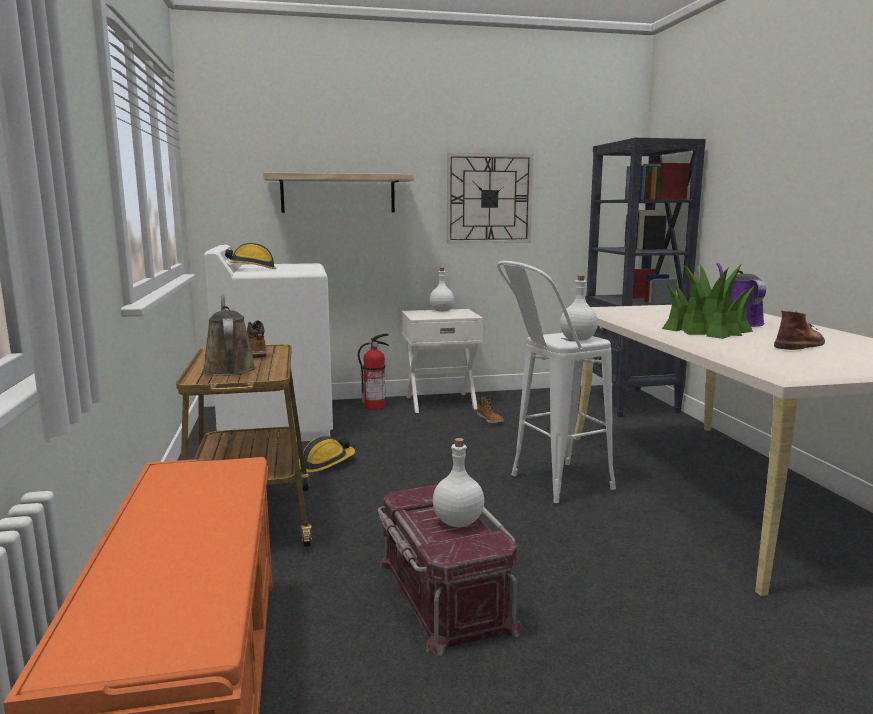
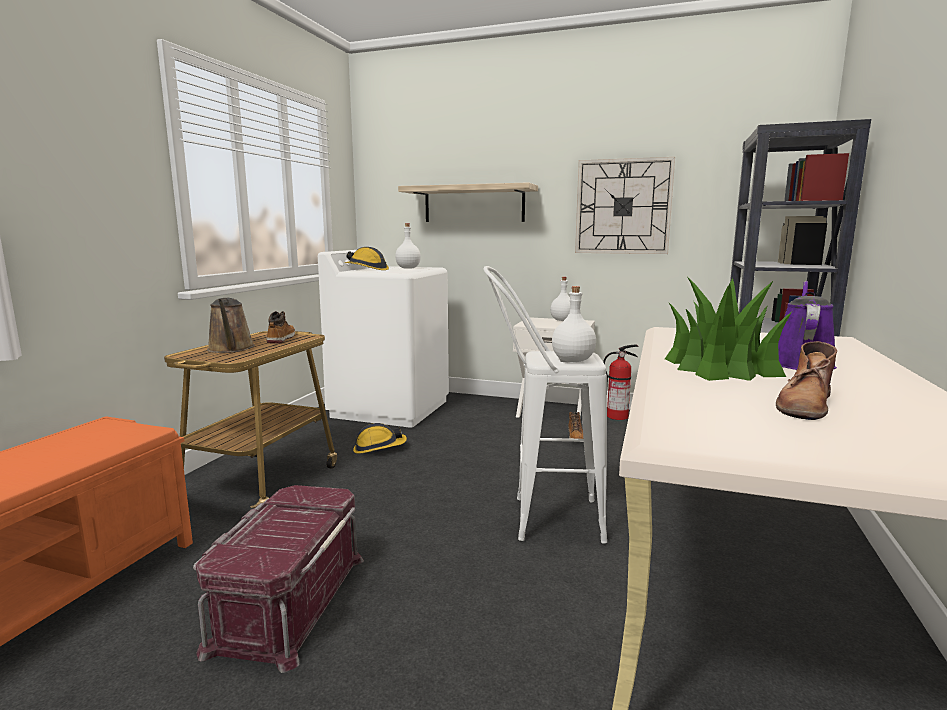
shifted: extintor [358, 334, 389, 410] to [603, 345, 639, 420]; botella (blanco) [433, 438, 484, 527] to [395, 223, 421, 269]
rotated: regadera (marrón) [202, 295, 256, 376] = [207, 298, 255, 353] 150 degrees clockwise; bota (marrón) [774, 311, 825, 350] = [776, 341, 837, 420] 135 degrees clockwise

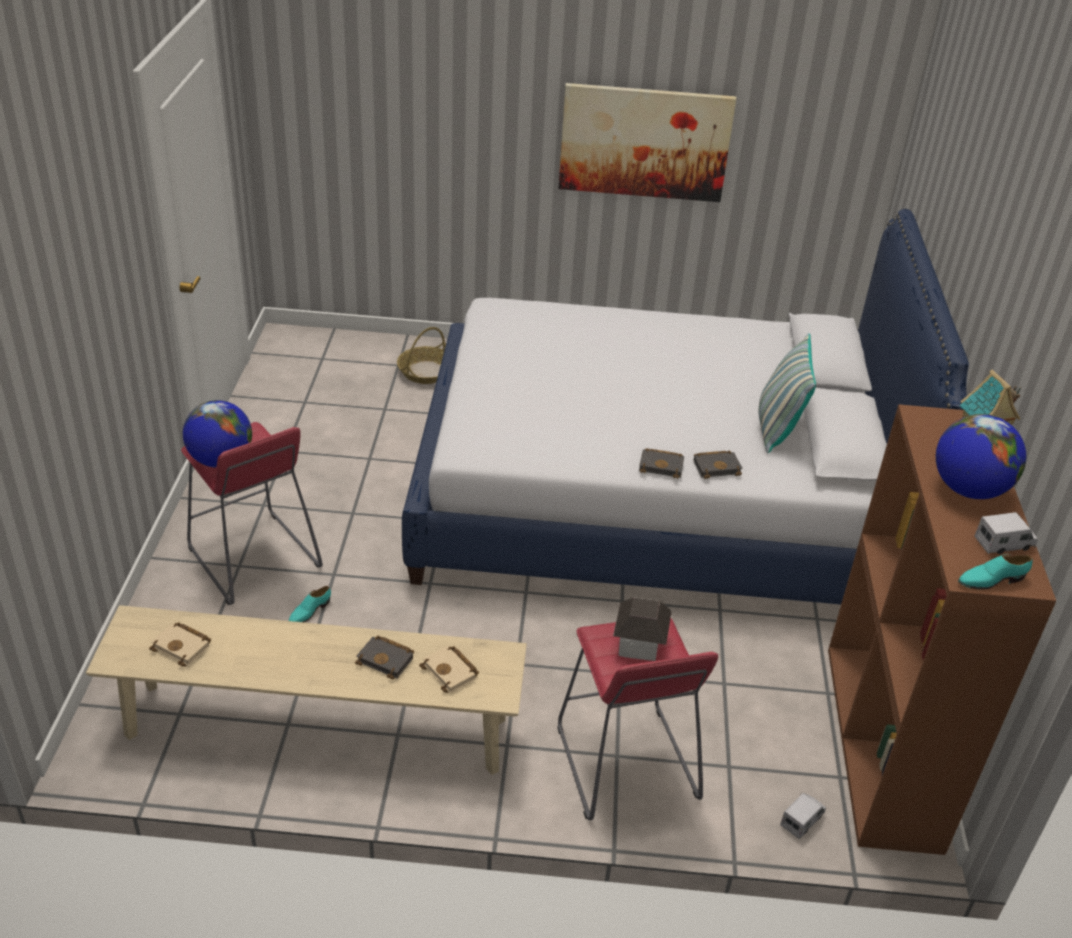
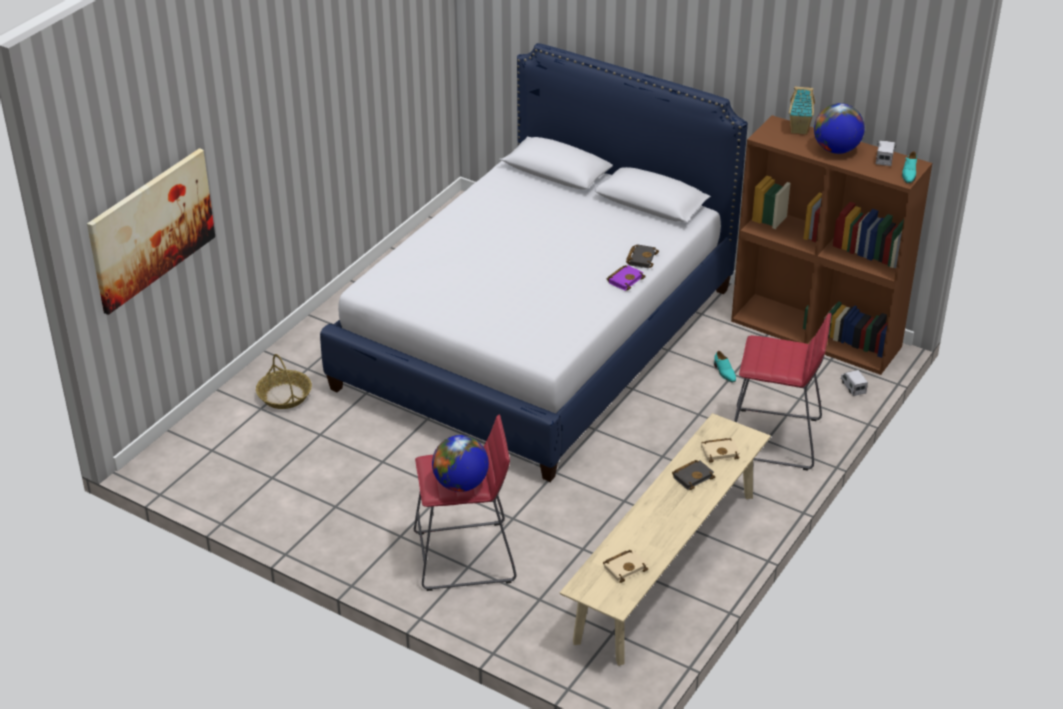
gone: casita [613, 597, 672, 661]; cojín [758, 333, 816, 453]
shifted: zapato (turquesa) [289, 586, 331, 622] to [714, 351, 736, 383]; cuadro [558, 83, 736, 202] to [87, 148, 215, 315]
repainted: libro (negro) [639, 448, 684, 479] to libro (morado) [607, 265, 646, 291]

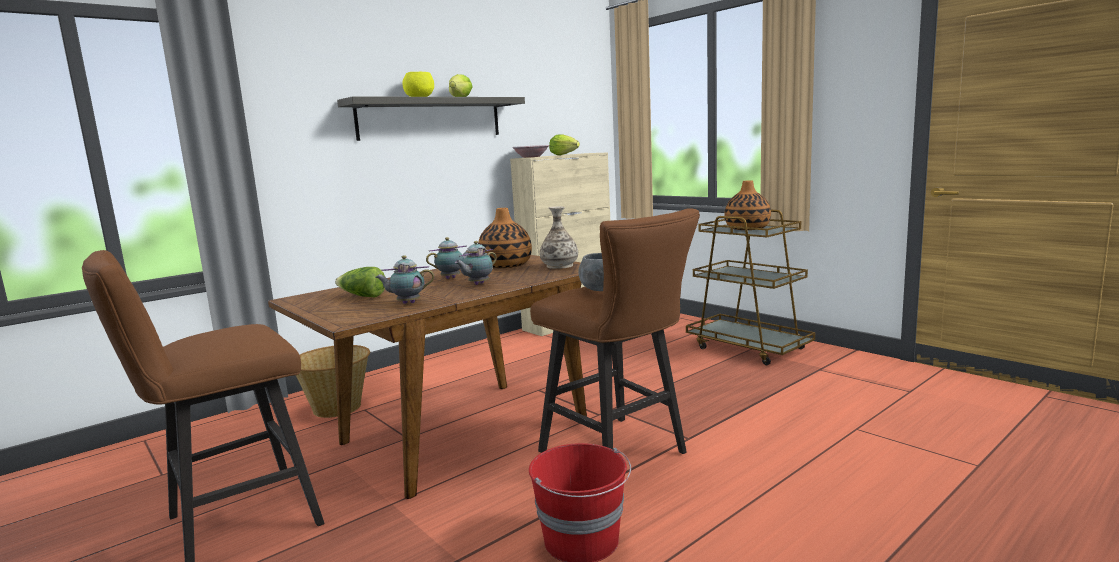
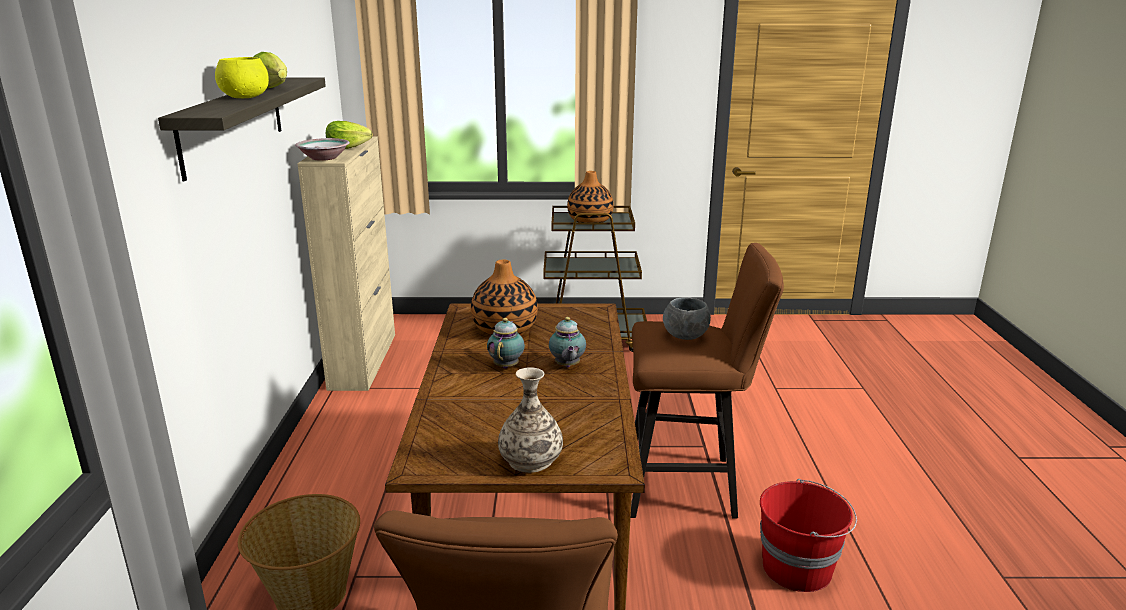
gone: lechuga [335, 267, 385, 297]; tetera [376, 255, 435, 304]
shifted: florero [540, 207, 578, 269] to [498, 367, 563, 473]

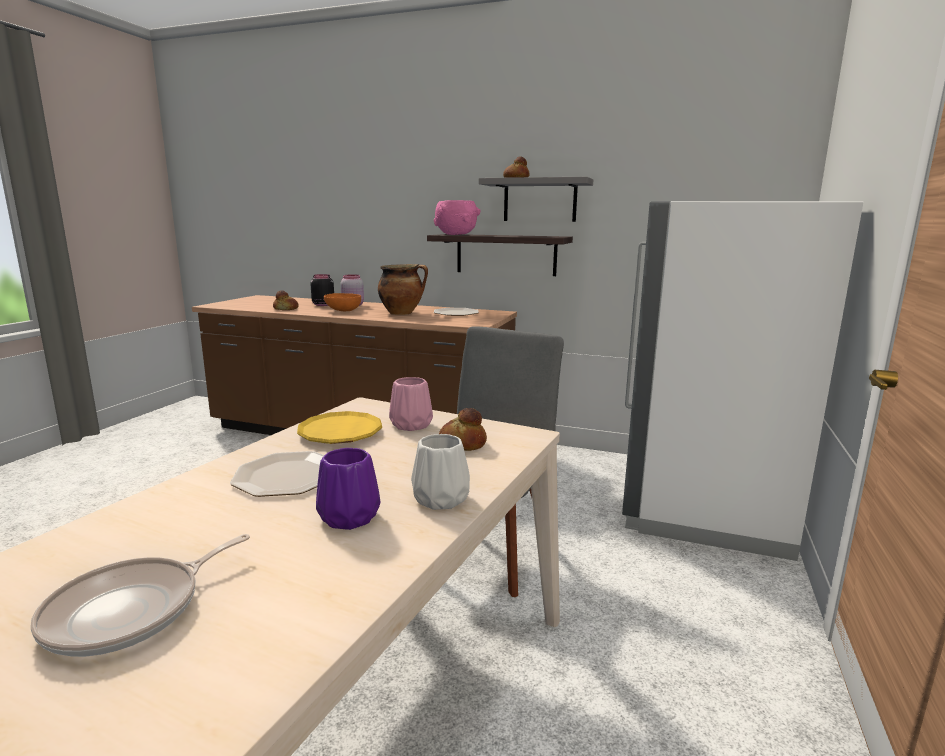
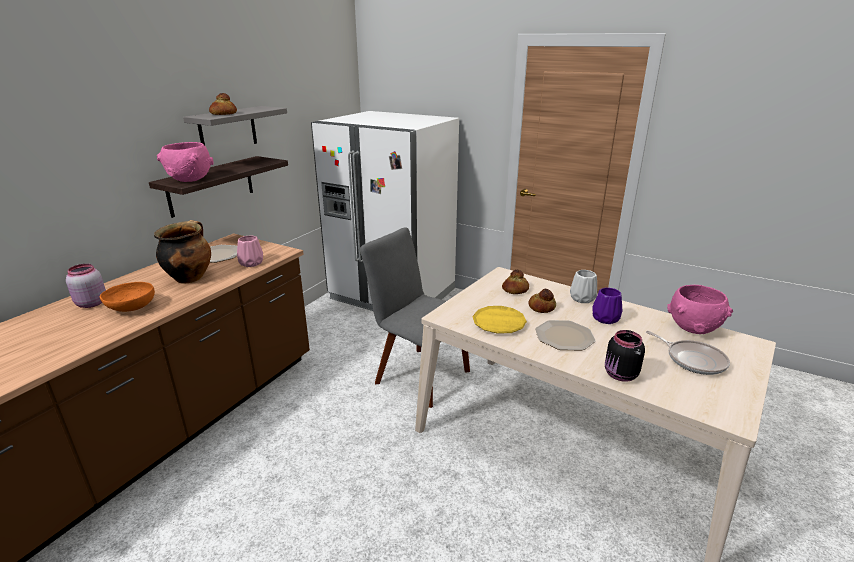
new: cuenco (rosa) [667, 285, 733, 334]
shifted: pan [273, 290, 299, 310] to [529, 289, 556, 313]; tarro (negro) [311, 274, 334, 306] to [605, 330, 645, 382]; florero (rosa) [389, 377, 433, 431] to [237, 235, 263, 267]

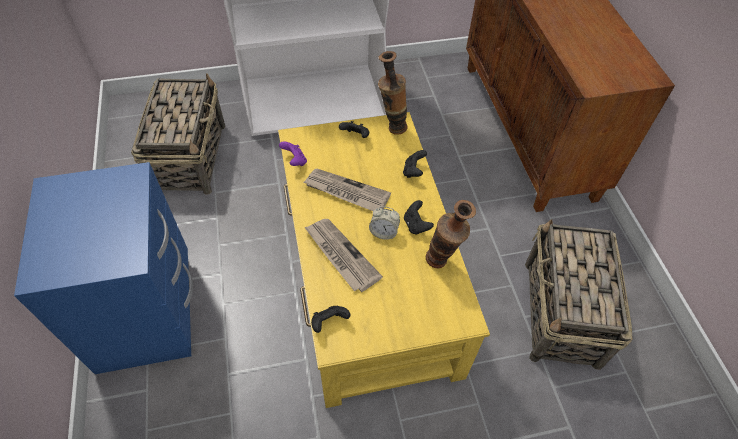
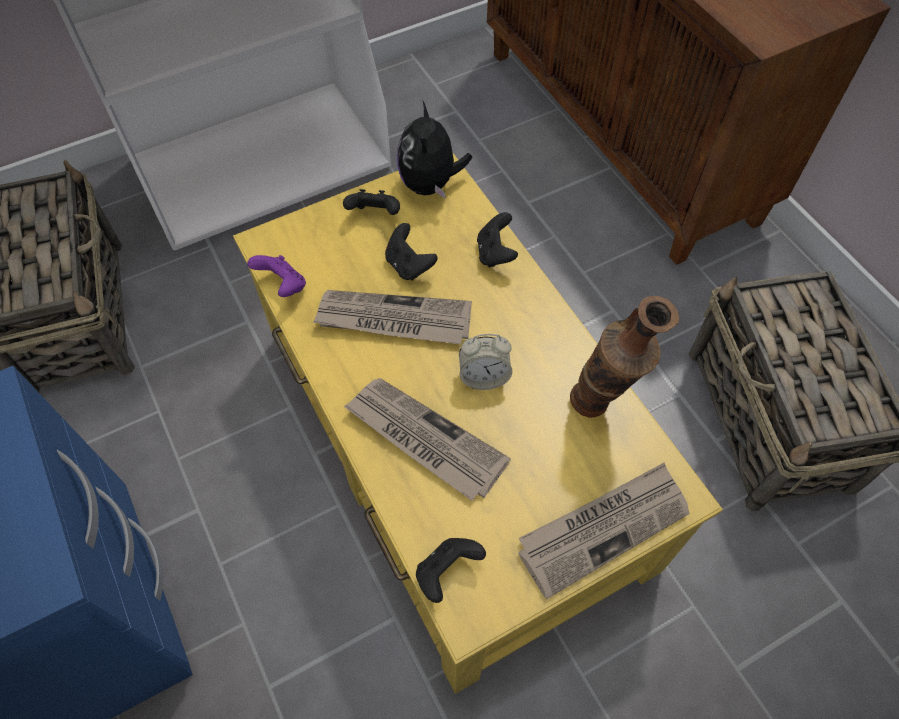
new: periódico [518, 462, 690, 599]
shifted: mando de consola (negro) [404, 200, 434, 235] to [385, 223, 437, 281]
swapped: florero [378, 51, 408, 135] to peluche [397, 101, 472, 198]

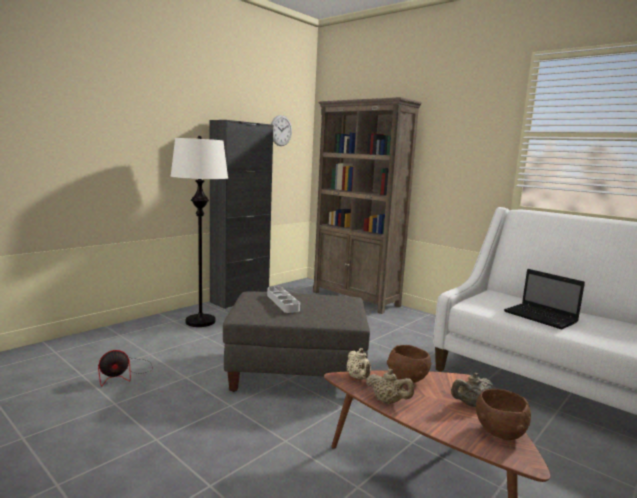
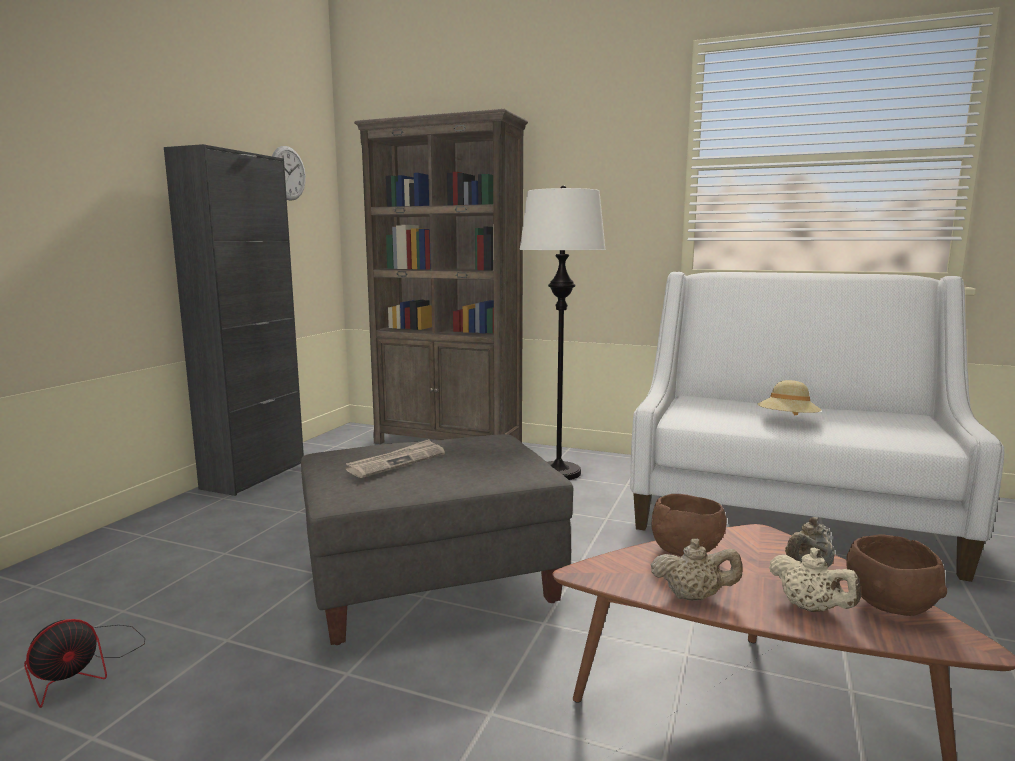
shifted: lámpara de pie (blanco) [171, 136, 228, 327] to [519, 185, 606, 480]; tetera (beis) [347, 348, 371, 379] to [769, 548, 861, 612]
swapped: bandeja (gris) [267, 287, 300, 313] to periódico [346, 439, 445, 478]; portátil [504, 269, 585, 329] to sombrero (beis) [758, 380, 821, 416]

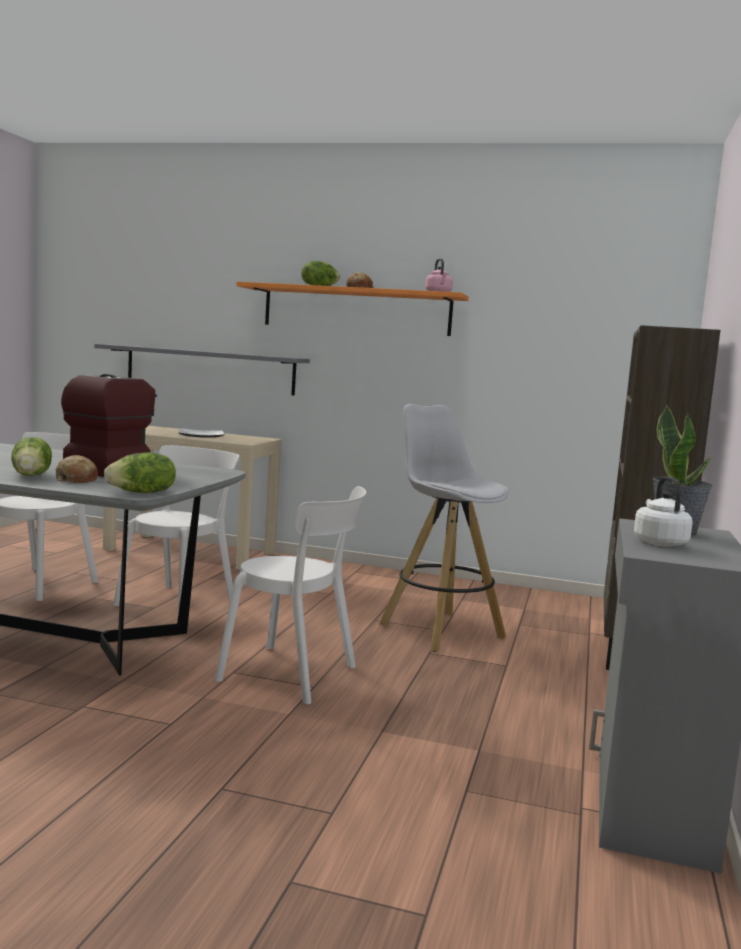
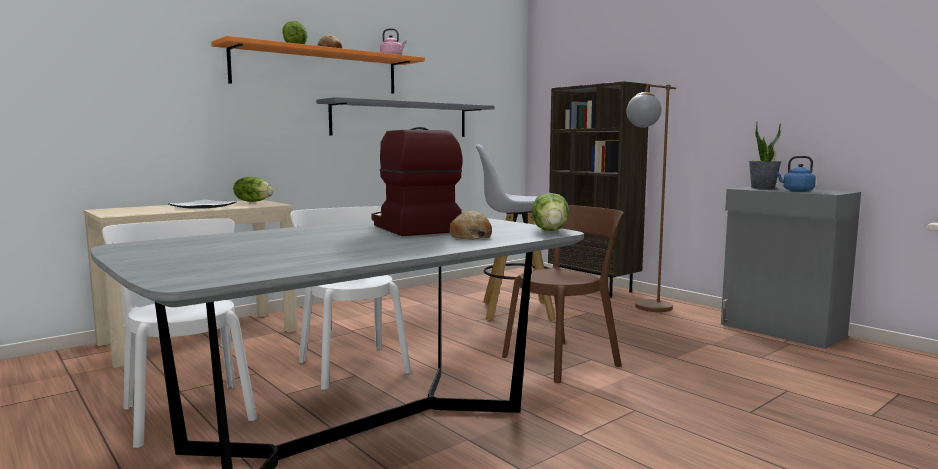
new: lámpara de pie (marrón) [627, 84, 676, 312]
shifted: lechuga [11, 437, 52, 476] to [233, 177, 274, 202]; estante (gris) [94, 344, 310, 396] to [316, 97, 495, 137]
repainted: silla (blanco) [215, 486, 366, 704] to silla (marrón) [502, 205, 624, 383]; hervidor (blanco) [634, 476, 693, 547] to hervidor (azul) [775, 156, 816, 192]

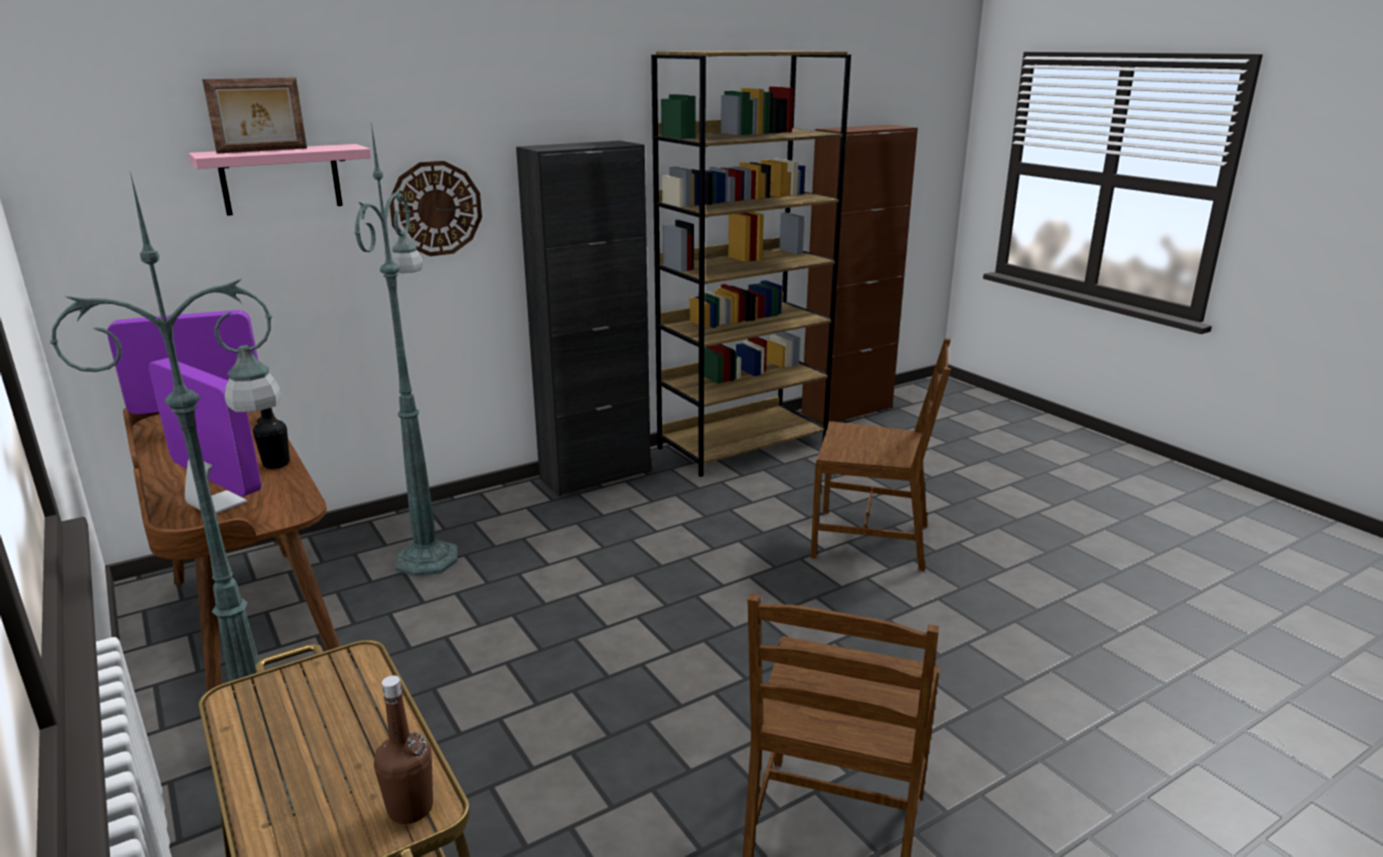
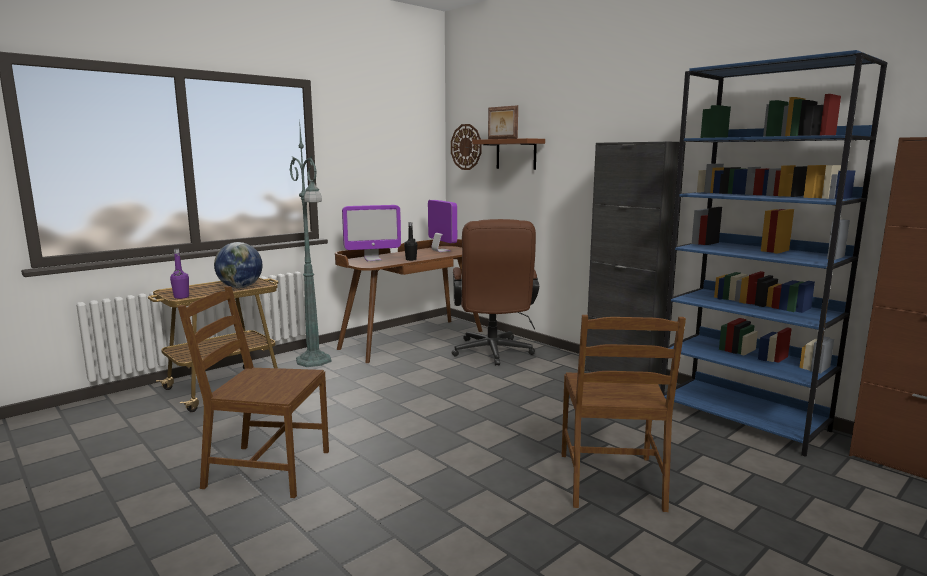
new: globo terráqueo [214, 242, 263, 288]
shifted: reloj de pared [390, 161, 482, 256] to [451, 124, 481, 170]
swapped: lámpara de pie (verde) [355, 123, 458, 576] to silla de oficina (marrón) [452, 219, 539, 366]
repainted: estante (rosa) [188, 144, 371, 216] to estante (marrón) [472, 138, 545, 170]; botella (marrón) [374, 675, 433, 824] to botella (morado) [170, 249, 189, 299]; estantería (marrón) [651, 51, 851, 477] to estantería (azul) [660, 50, 887, 457]
rotated: monitor [149, 358, 261, 514] = [342, 205, 401, 261] 45 degrees clockwise

